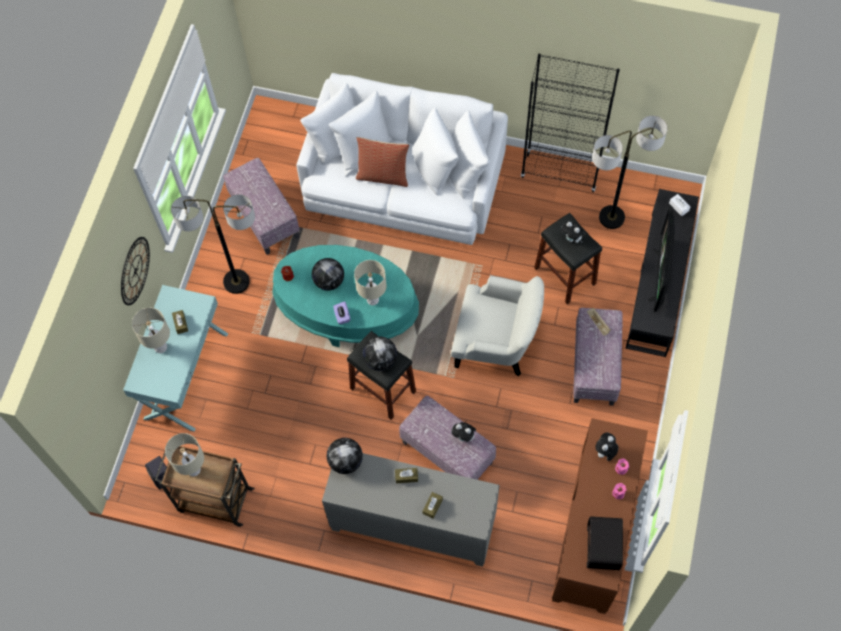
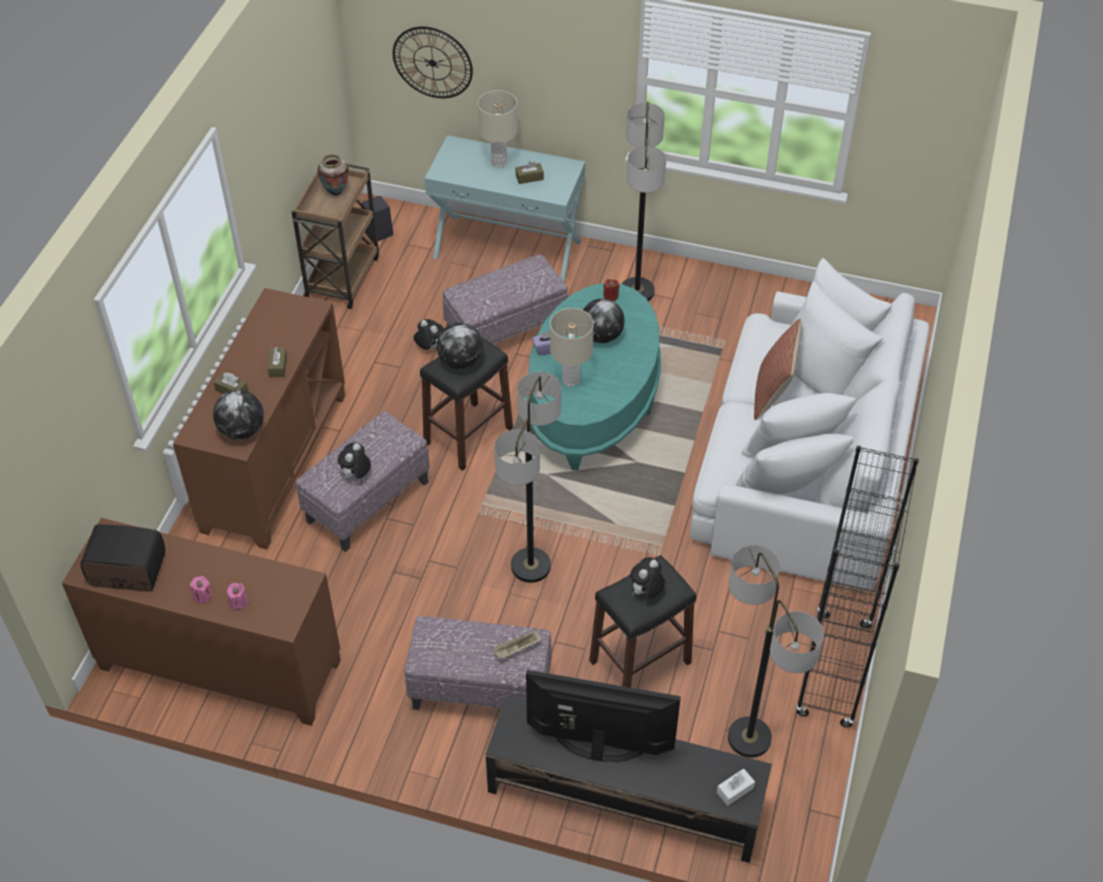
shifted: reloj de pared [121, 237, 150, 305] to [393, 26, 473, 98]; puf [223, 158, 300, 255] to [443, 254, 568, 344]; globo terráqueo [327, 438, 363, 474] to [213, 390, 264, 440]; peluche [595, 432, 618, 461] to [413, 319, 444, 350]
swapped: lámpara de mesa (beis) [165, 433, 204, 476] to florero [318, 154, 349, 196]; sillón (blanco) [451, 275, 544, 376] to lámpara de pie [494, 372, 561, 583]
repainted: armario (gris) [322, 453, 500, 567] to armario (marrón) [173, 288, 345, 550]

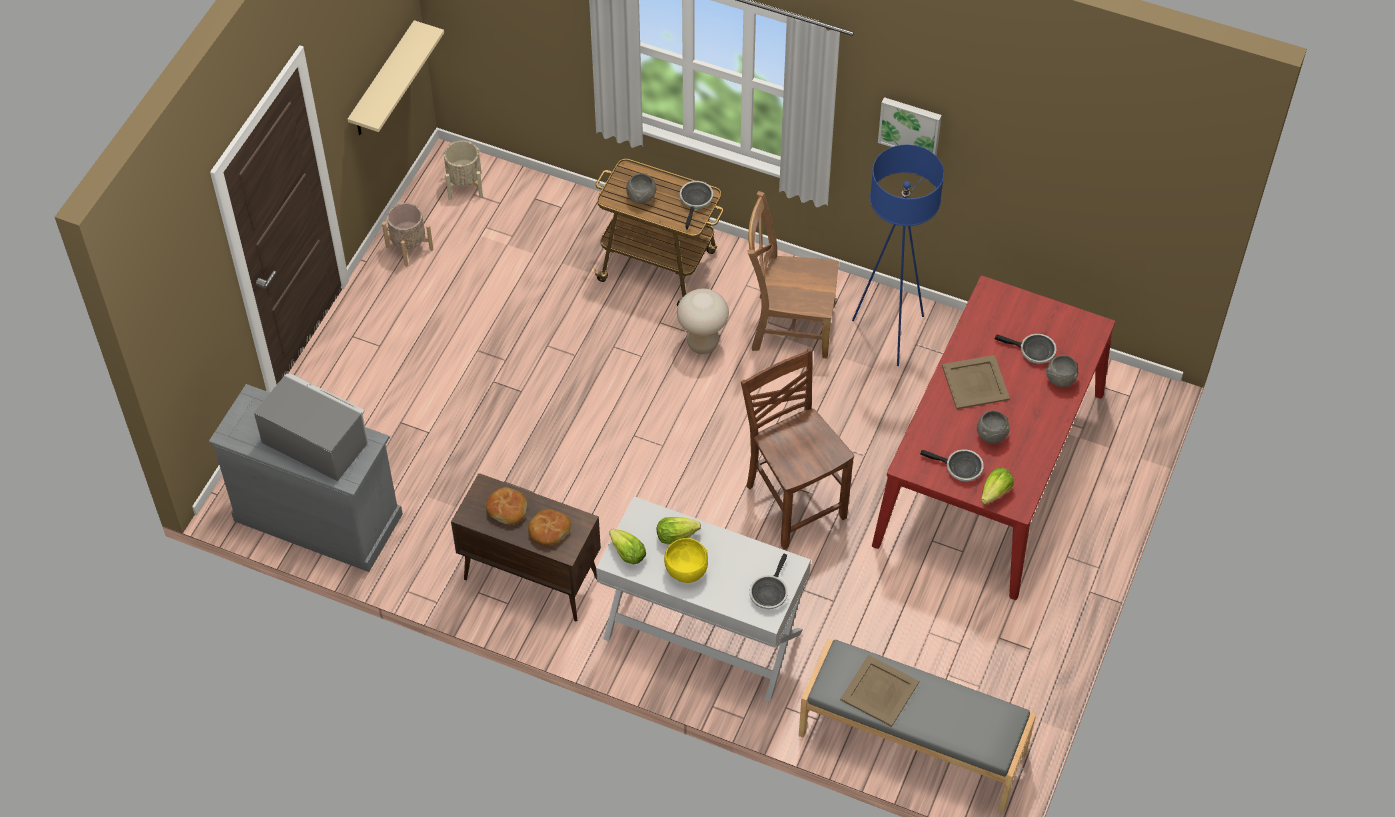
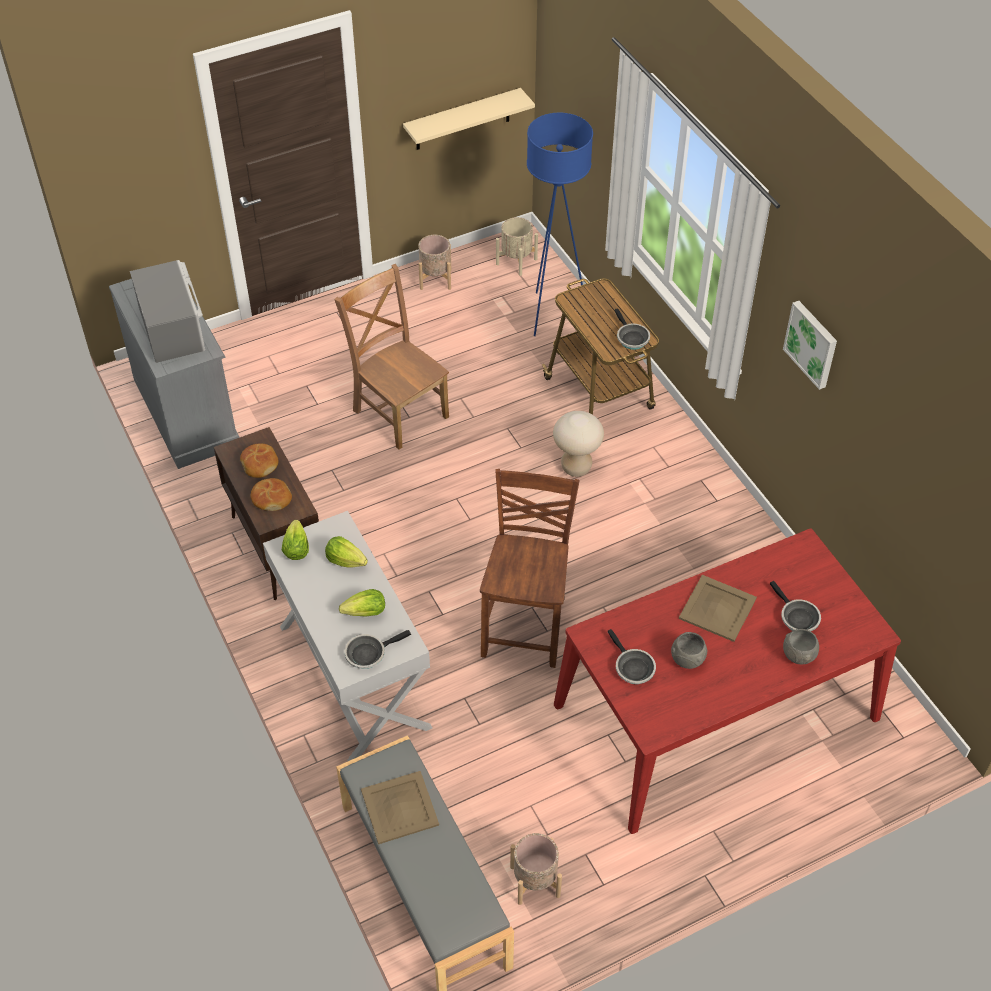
gone: cuenco (gris) [626, 173, 656, 204]; cuenco (amarillo) [664, 538, 708, 583]
new: maceta (beis) [510, 833, 562, 905]
shifted: silla (marrón) [747, 191, 839, 358] to [334, 264, 449, 450]; lámpara de pie (azul) [852, 145, 944, 366] to [527, 113, 593, 336]; lechuga [981, 467, 1014, 504] to [339, 589, 385, 617]
rotated: sartén [680, 181, 713, 230] = [615, 308, 650, 350] 105 degrees clockwise

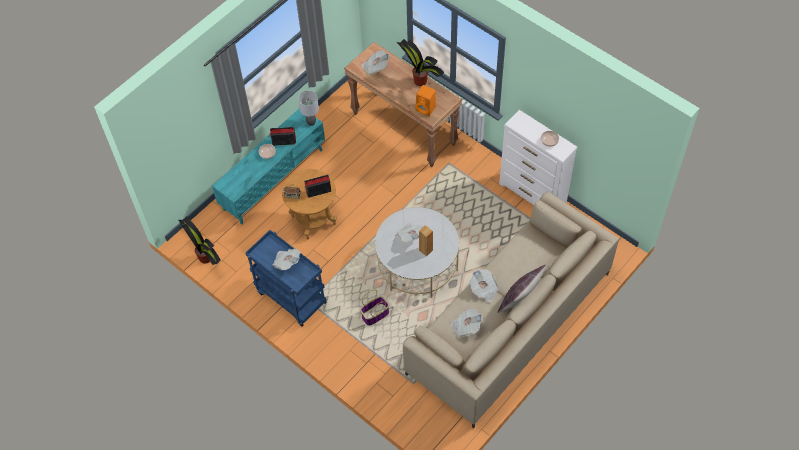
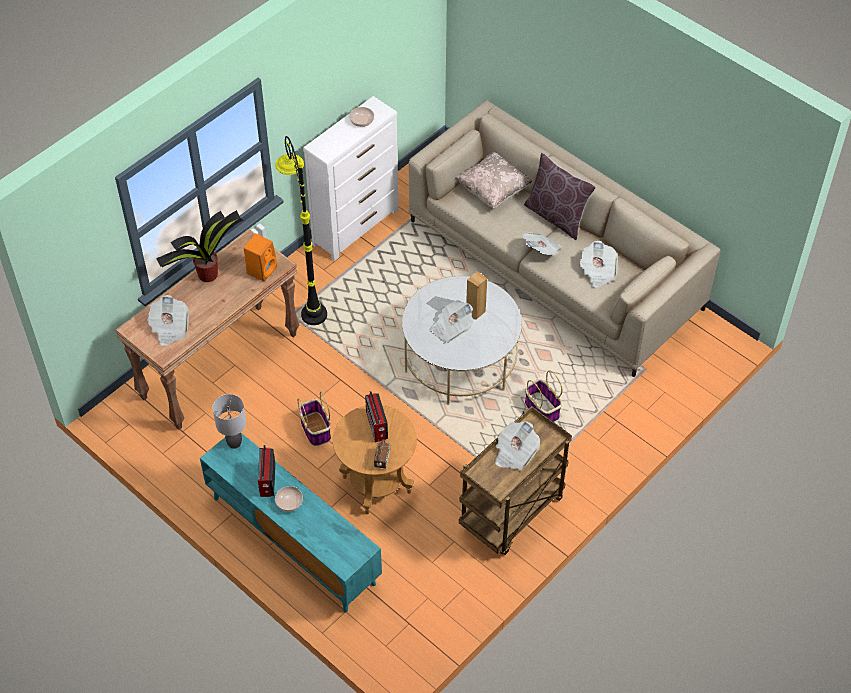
gone: planta en maceta [179, 216, 221, 265]
new: lámpara de pie (negro) [275, 136, 327, 325]; cesta [298, 392, 331, 446]; cojín (beis) [455, 152, 532, 208]
repainted: carrito (azul) [245, 230, 327, 327] to carrito (marrón) [459, 406, 572, 555]

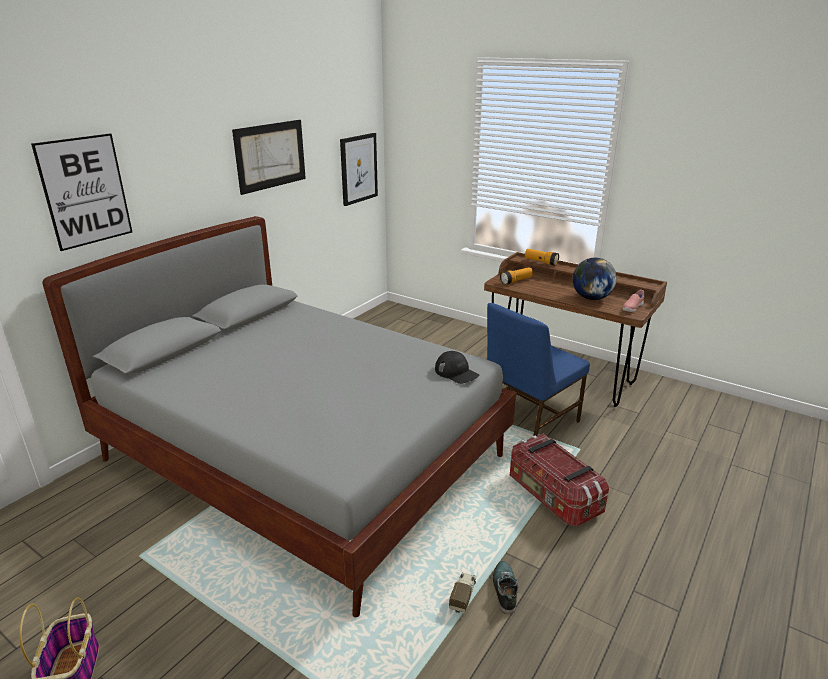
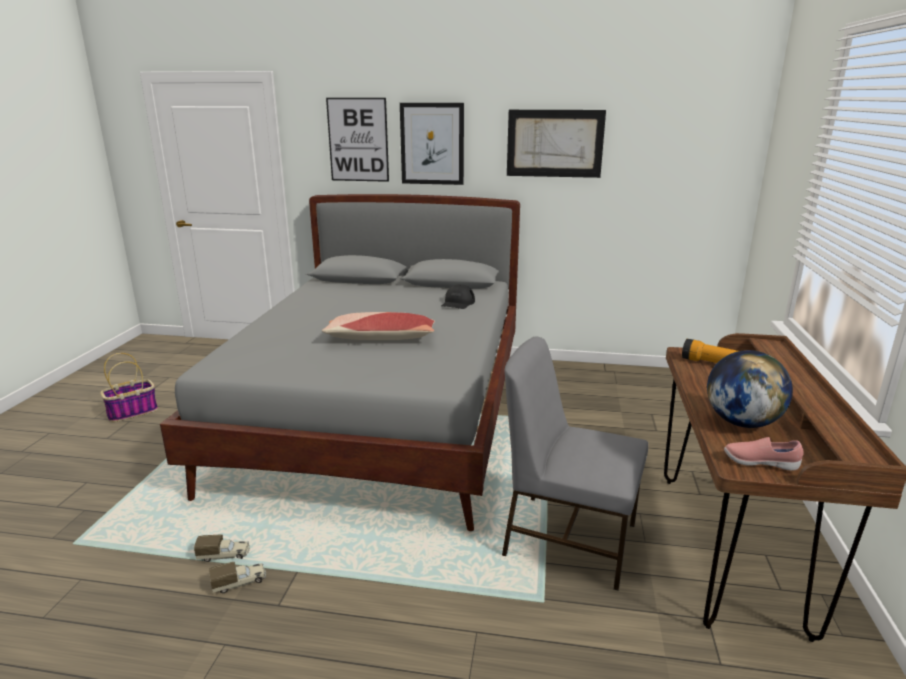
gone: caja de almacenaje [510, 434, 609, 526]; linterna [525, 249, 559, 266]
new: cojín [322, 312, 435, 340]
shifted: cuadro [340, 133, 378, 206] to [400, 103, 464, 185]; gorra (negro) [435, 351, 479, 384] to [441, 284, 475, 309]
swapped: zapato [492, 561, 518, 614] to camión de juguete [209, 562, 266, 593]
repainted: silla (azul) [487, 303, 590, 436] to silla (gris) [502, 336, 648, 590]

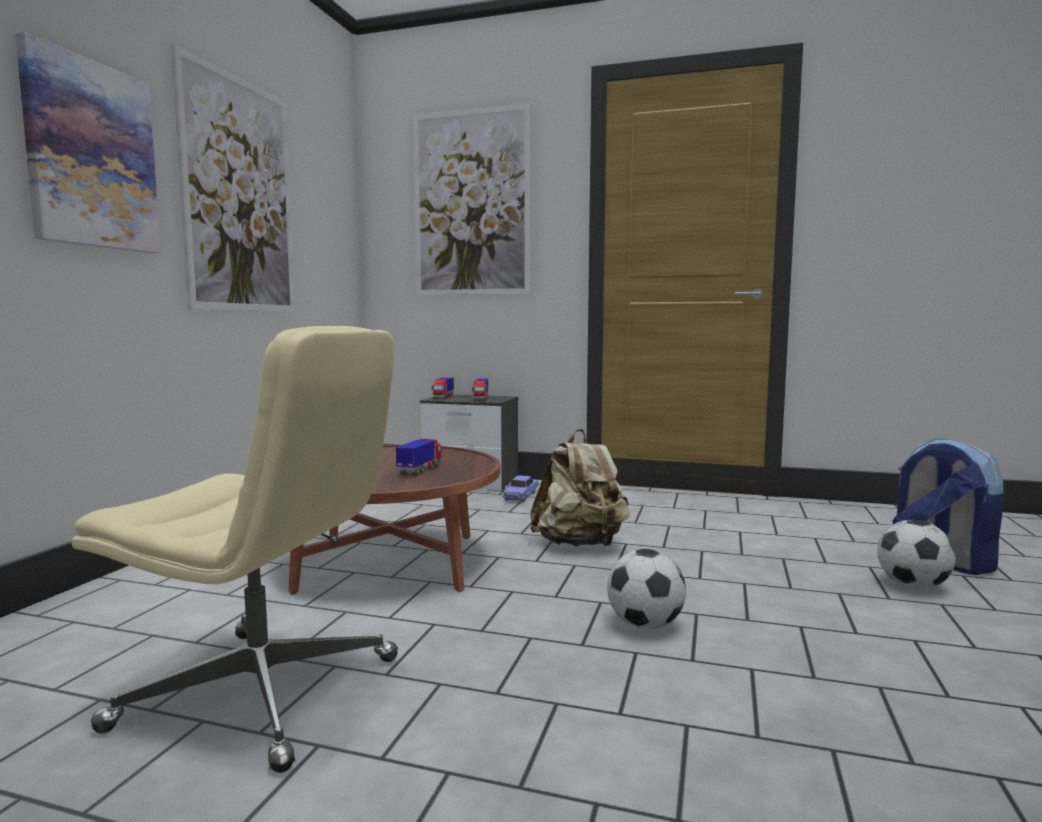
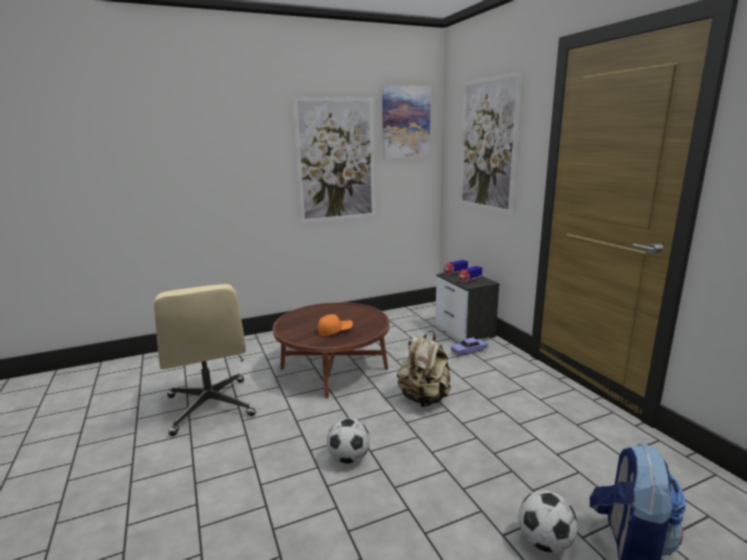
shifted: cuadro [15, 32, 161, 253] to [382, 85, 431, 159]
swapped: camión de juguete [396, 439, 442, 476] to gorra (naranja) [318, 314, 353, 336]

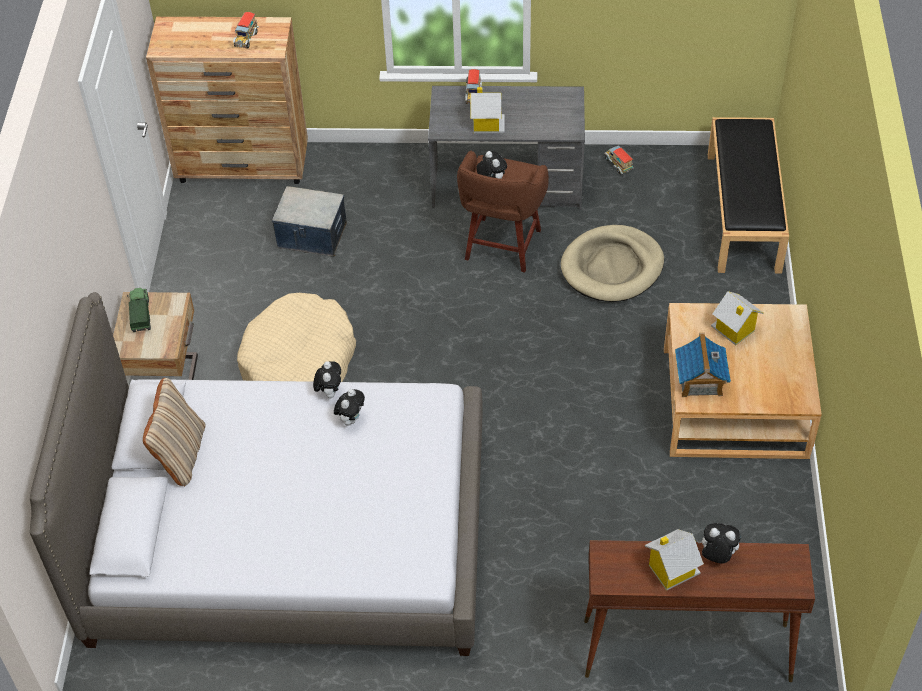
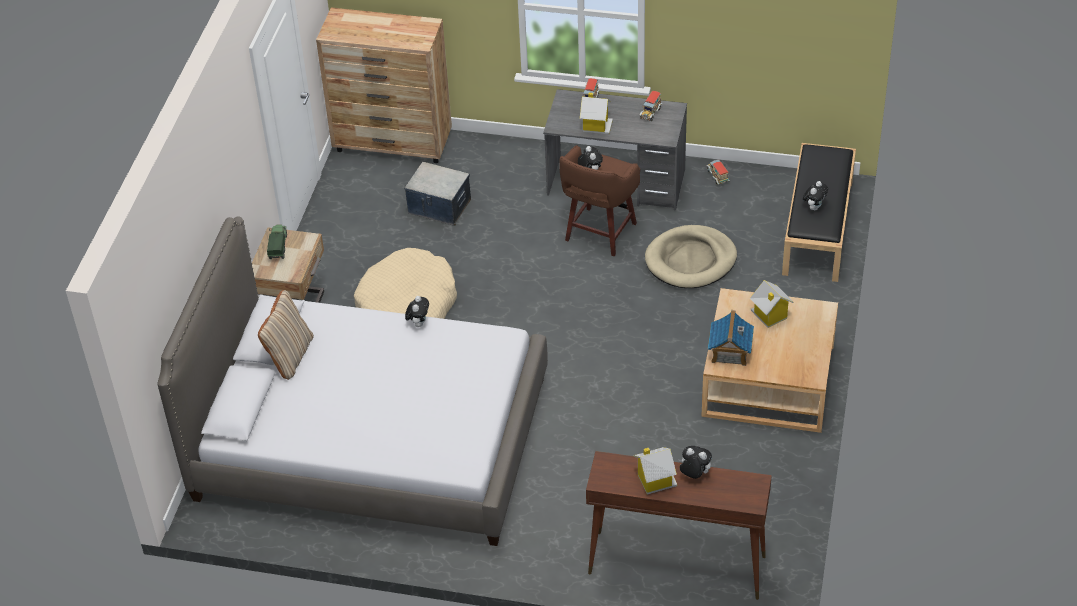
shifted: camión de juguete [233, 12, 259, 49] to [640, 91, 662, 121]; peluche [334, 389, 365, 426] to [803, 181, 828, 210]

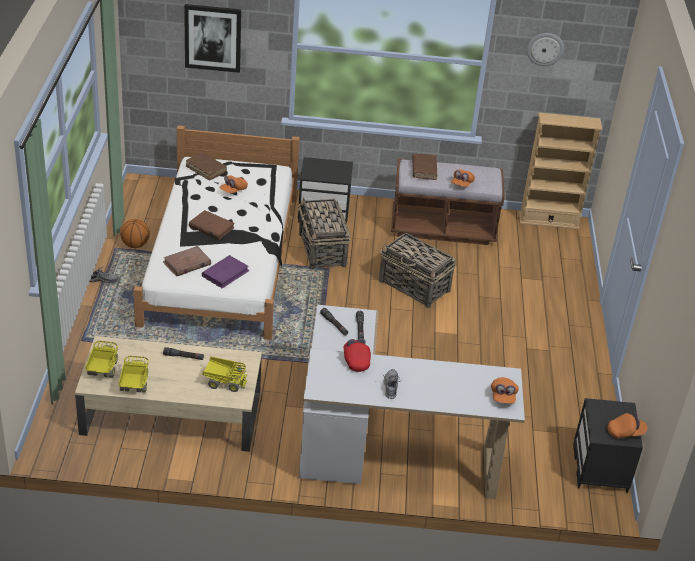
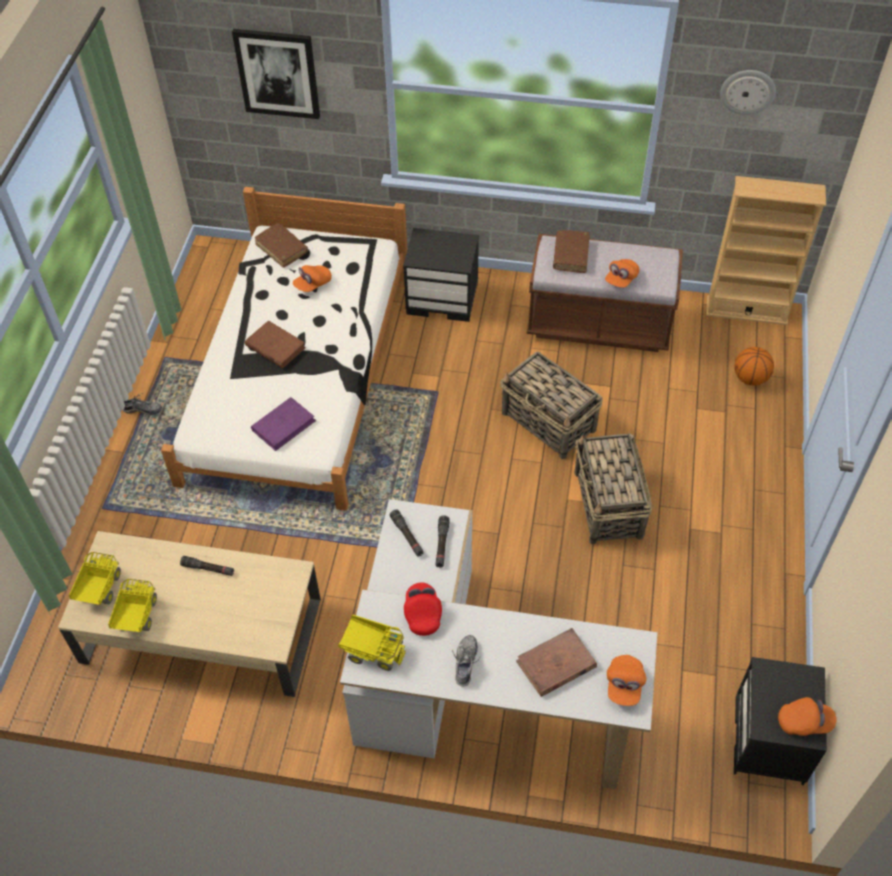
shifted: balón de baloncesto [120, 219, 150, 248] to [734, 347, 774, 386]; libro (marrón) [163, 246, 211, 276] to [516, 628, 597, 697]; camión de juguete [202, 356, 248, 392] to [338, 614, 406, 671]; cesta [298, 197, 350, 269] to [574, 433, 652, 544]

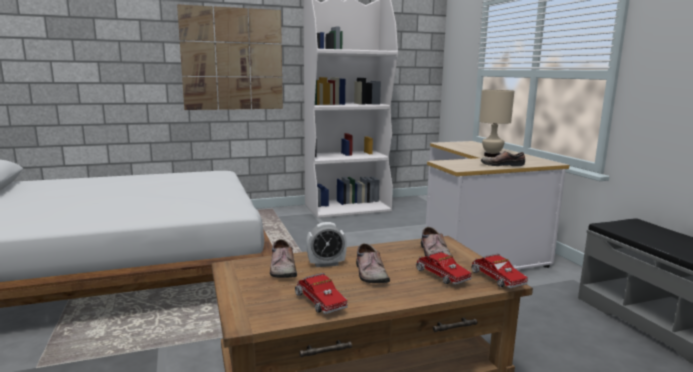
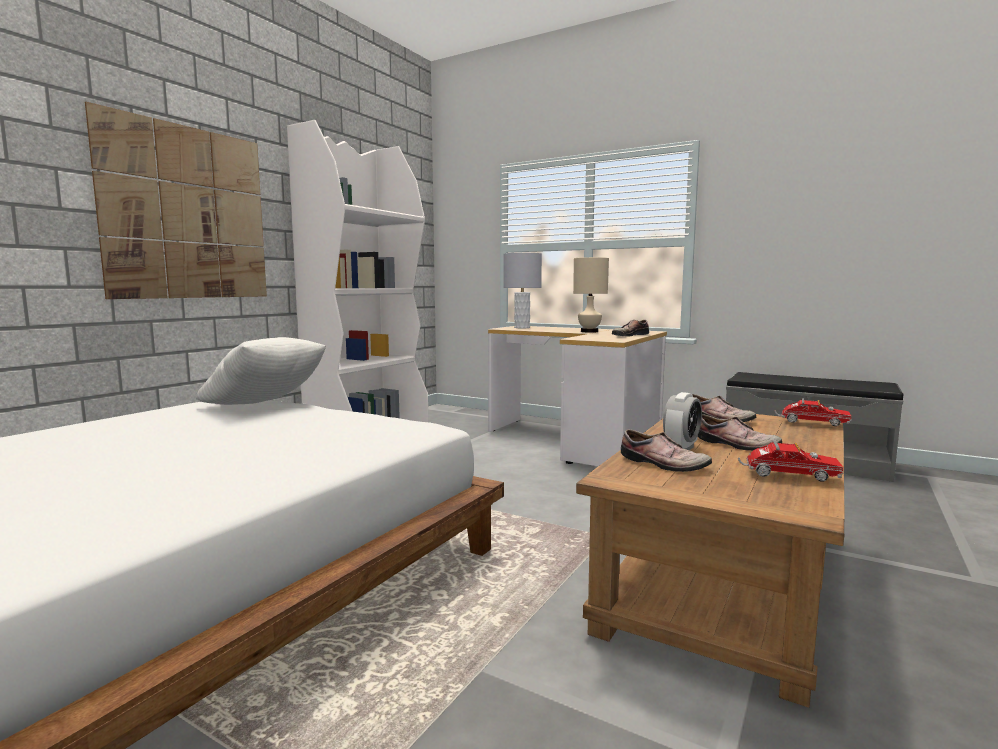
gone: camión de juguete [415, 251, 472, 285]
new: cojín (blanco) [196, 337, 326, 405]; lámpara de mesa (gris) [504, 253, 542, 328]

